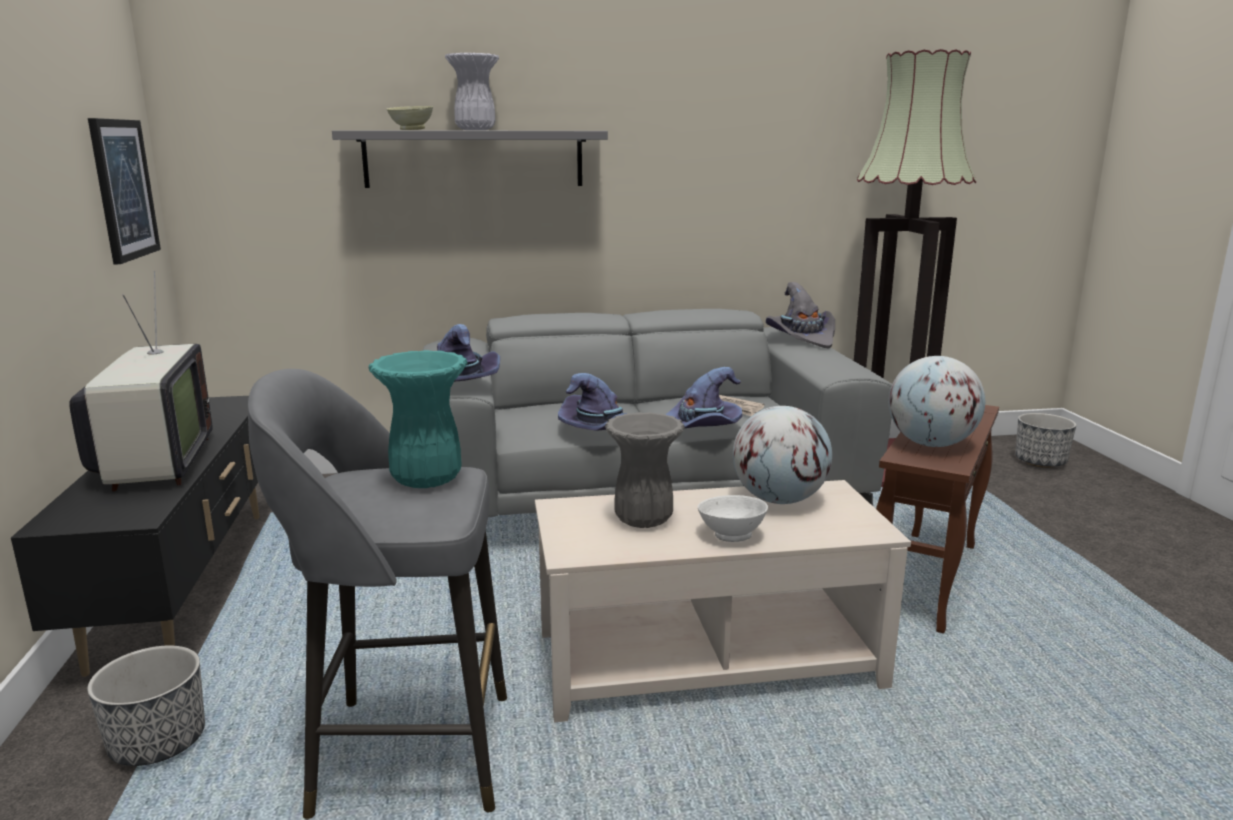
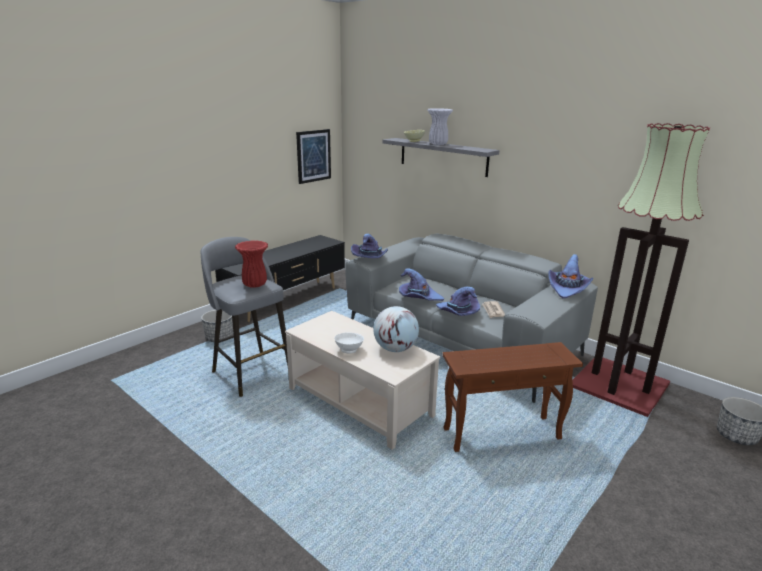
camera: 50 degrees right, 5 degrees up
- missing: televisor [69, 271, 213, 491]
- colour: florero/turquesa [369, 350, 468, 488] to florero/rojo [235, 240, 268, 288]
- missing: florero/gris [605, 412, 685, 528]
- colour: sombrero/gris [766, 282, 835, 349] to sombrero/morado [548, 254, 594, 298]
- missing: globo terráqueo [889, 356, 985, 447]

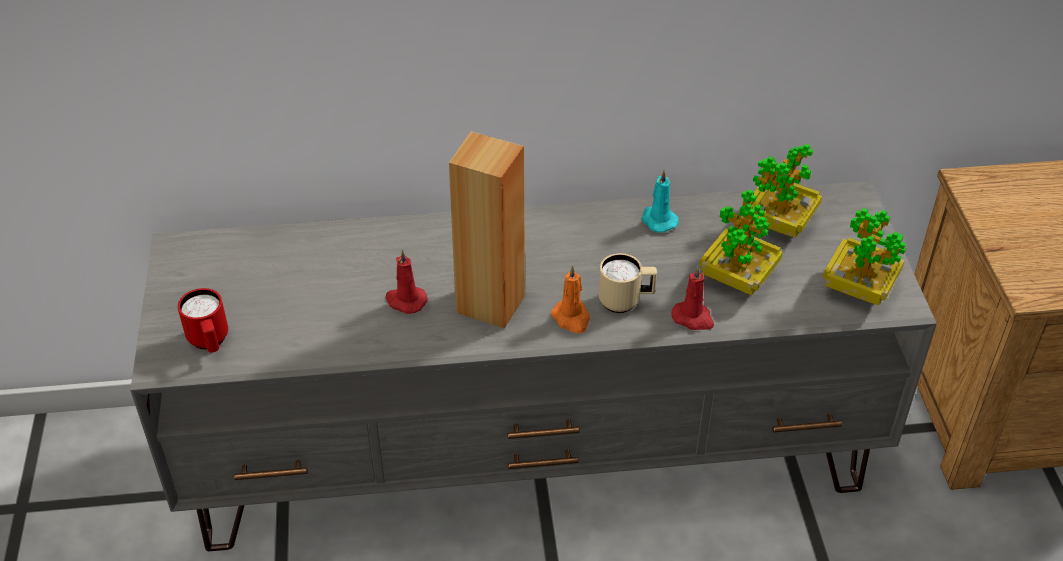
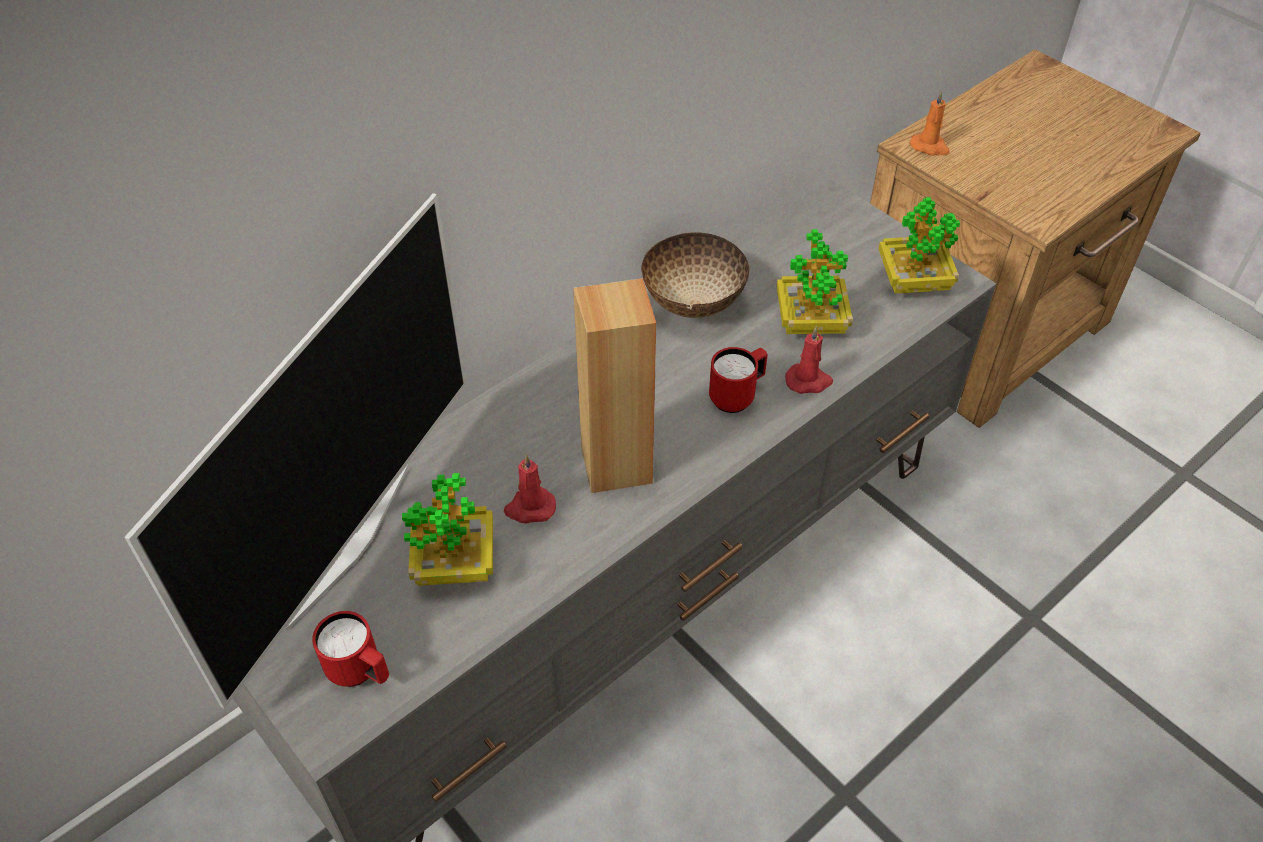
camera: 35 degrees left, 5 degrees up
- relocated: vela/naranja [551, 265, 590, 334] to [910, 91, 950, 156]
- colour: taza grande/beis [598, 253, 657, 313] to taza grande/rojo [709, 347, 768, 413]
- exchanged: vela/turquesa [642, 170, 679, 233] to cuenco [641, 232, 749, 318]
- relocated: planta en maceta [749, 144, 822, 238] to [402, 473, 493, 586]
- appeared: televisor [124, 193, 467, 709]

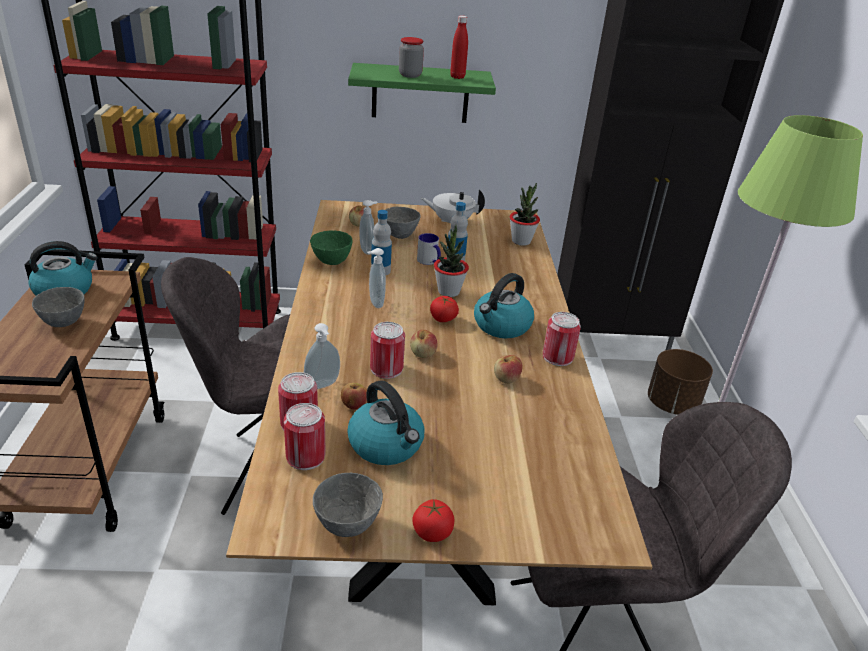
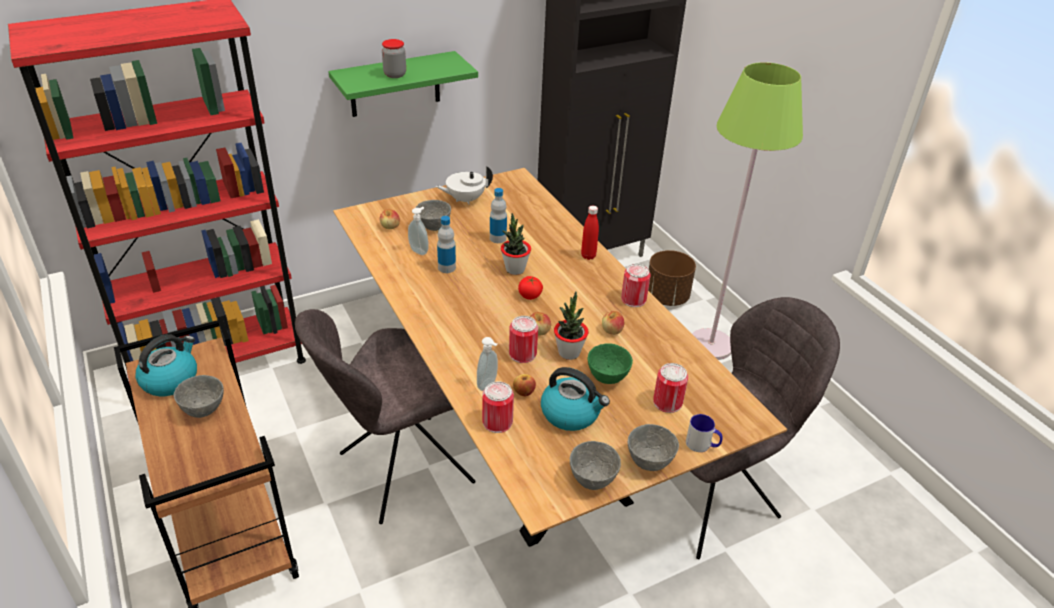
camera: 25 degrees left, 5 degrees up
- relocated: lata [284, 403, 326, 470] to [653, 363, 688, 413]
- relocated: cuenco/verde [310, 230, 353, 265] to [588, 343, 633, 384]
- missing: dispensador de jabón [367, 248, 386, 308]
- exchanged: tomate [412, 499, 454, 542] to cuenco/gris [628, 424, 679, 471]
- relocated: taza grande [417, 233, 441, 265] to [686, 414, 722, 452]
- relocated: botella/rojo [450, 16, 468, 79] to [581, 206, 599, 260]
- missing: hervidor [474, 273, 534, 338]
- relocated: planta en maceta [509, 183, 540, 246] to [554, 292, 588, 360]

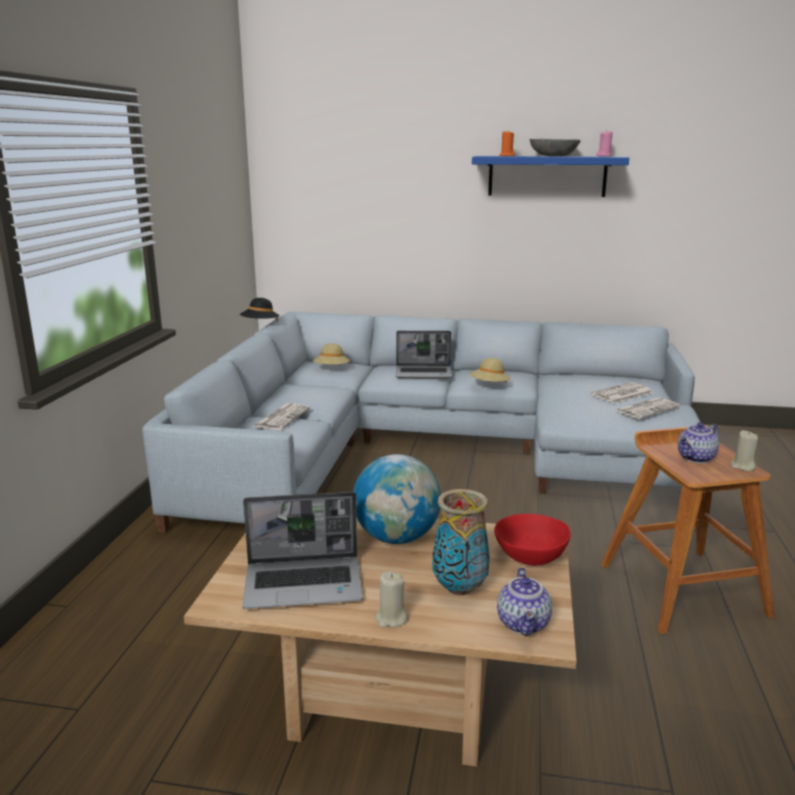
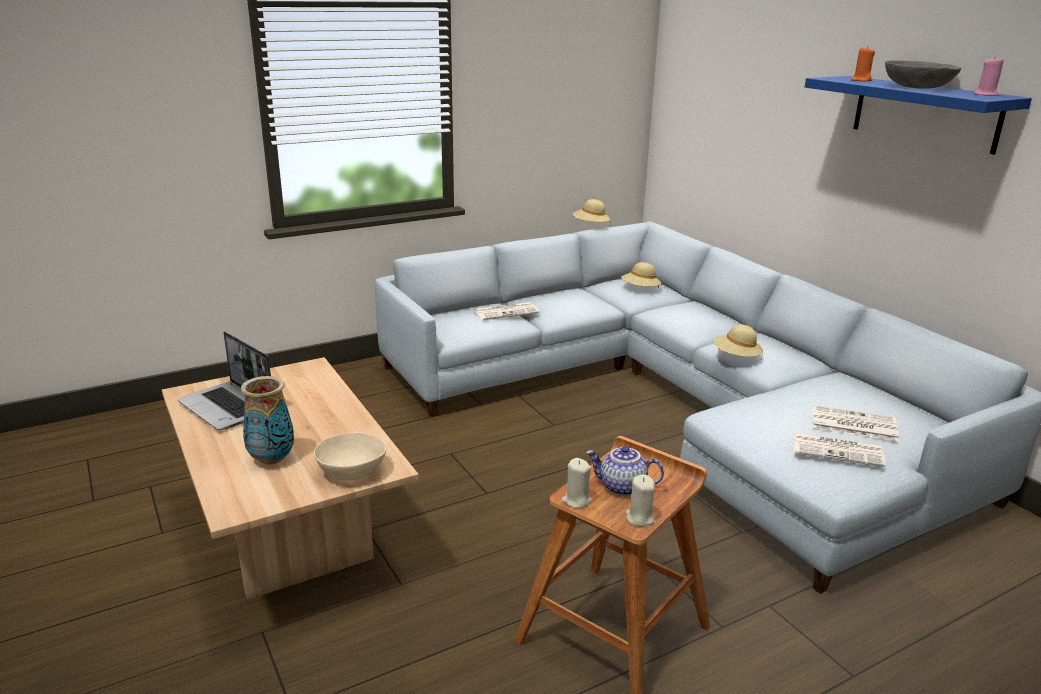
camera: 50 degrees right, 5 degrees up
- colour: sombrero/negro [240, 298, 279, 322] to sombrero/beis [573, 199, 611, 222]
- missing: globo terráqueo [353, 454, 441, 544]
- relocated: vela/beis [375, 572, 408, 627] to [561, 458, 592, 509]
- missing: portátil [396, 331, 452, 378]
- colour: cuenco/rojo [494, 514, 571, 566] to cuenco/beis [314, 432, 386, 480]
- missing: tetera [497, 567, 552, 636]

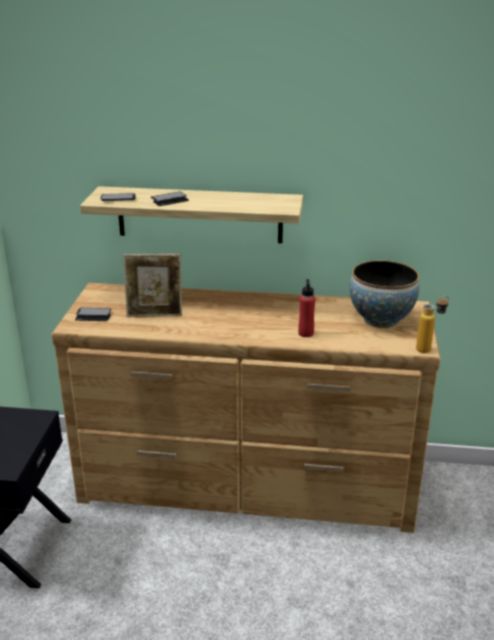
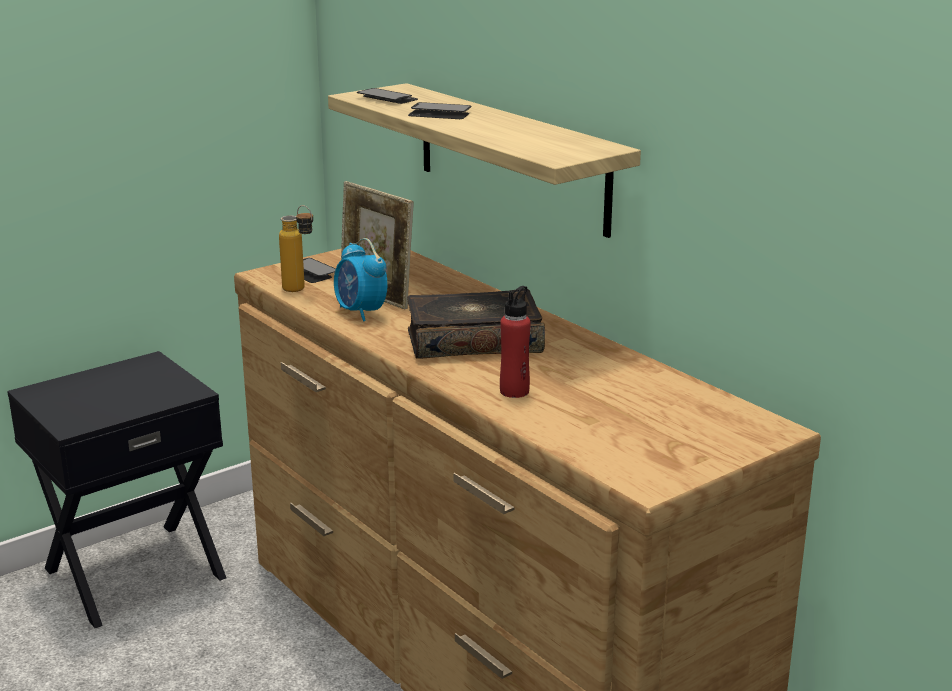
camera: 45 degrees right, 5 degrees down
- missing: cuenco [350, 261, 419, 328]
- relocated: botella [416, 296, 449, 353] to [279, 205, 313, 292]
- appeared: despertador [334, 238, 388, 321]
- appeared: libro [407, 289, 545, 358]

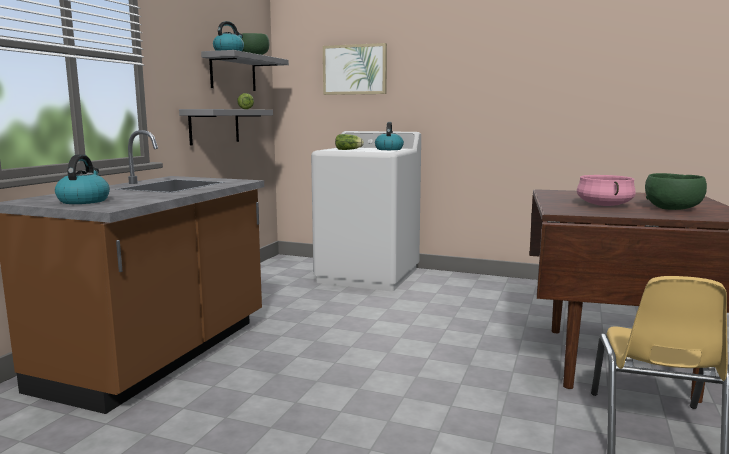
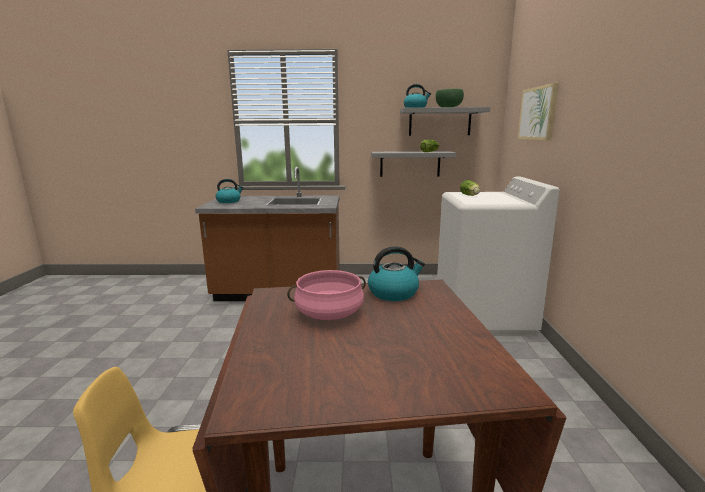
camera: 70 degrees right, 5 degrees up
- relocated: hervidor [375, 122, 404, 150] to [368, 246, 425, 301]
- missing: cuenco/verde [645, 173, 707, 210]

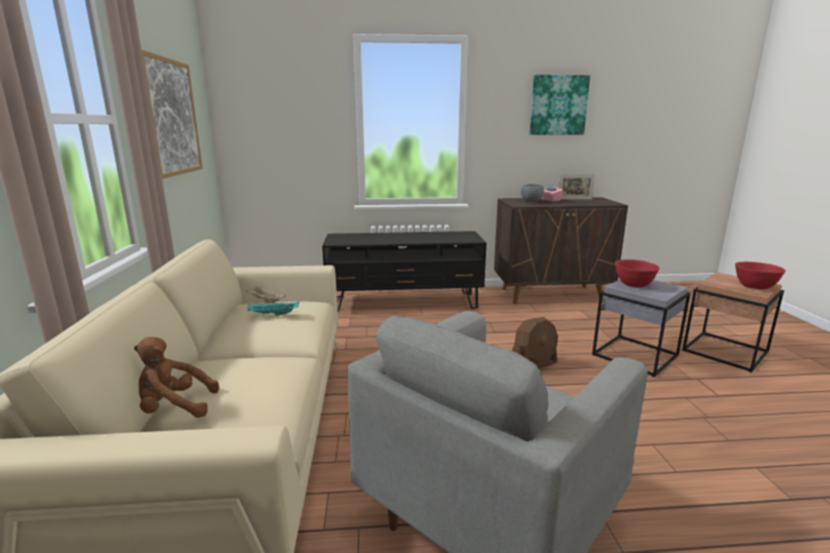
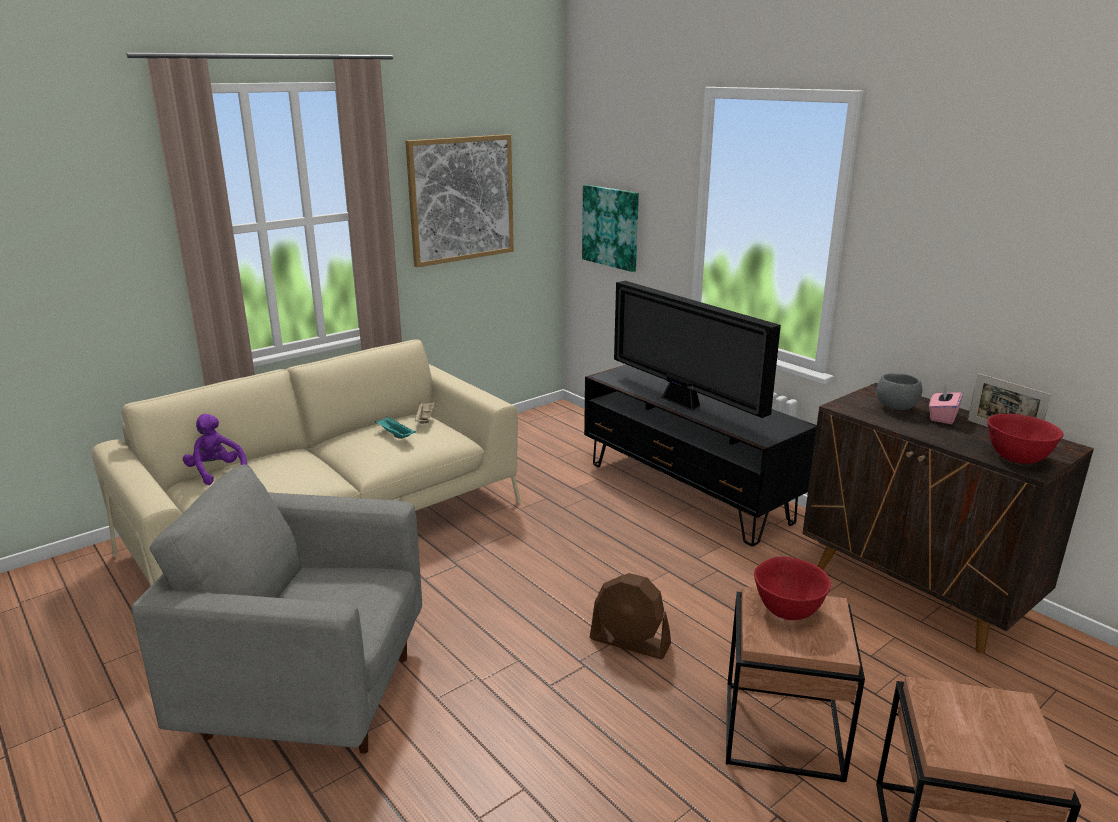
camera: 55 degrees right, 5 degrees up
- colour: peluche/marrón [134, 337, 219, 418] to peluche/morado [183, 414, 247, 485]
- relocated: cuadro [530, 75, 590, 135] to [582, 185, 639, 272]
- colour: mesa auxiliar/gris [592, 280, 691, 377] to mesa auxiliar/marrón [726, 586, 865, 782]
- relocated: cuenco/rojo [735, 262, 786, 290] to [987, 414, 1064, 464]
- appeared: televisor [614, 281, 781, 418]

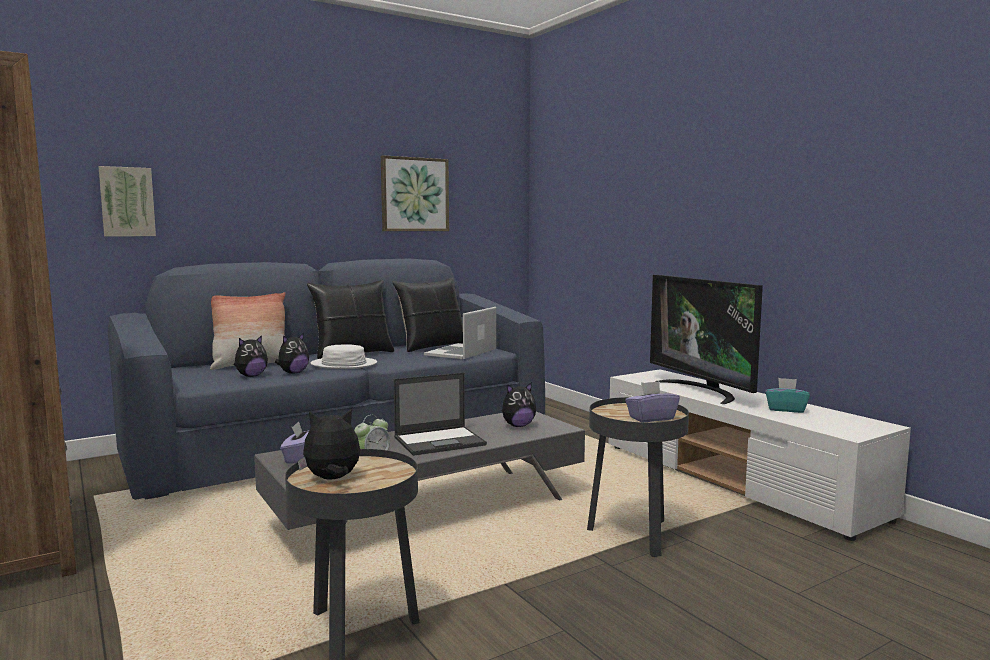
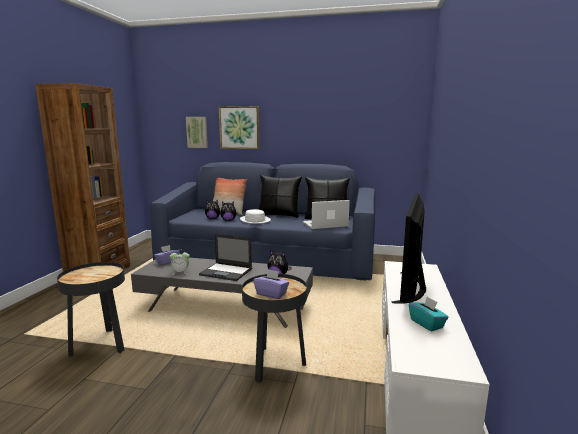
camera: 45 degrees right, 5 degrees up
- missing: peluche [298, 408, 360, 479]
- relocated: cuadro [381, 155, 449, 231] to [219, 106, 260, 149]

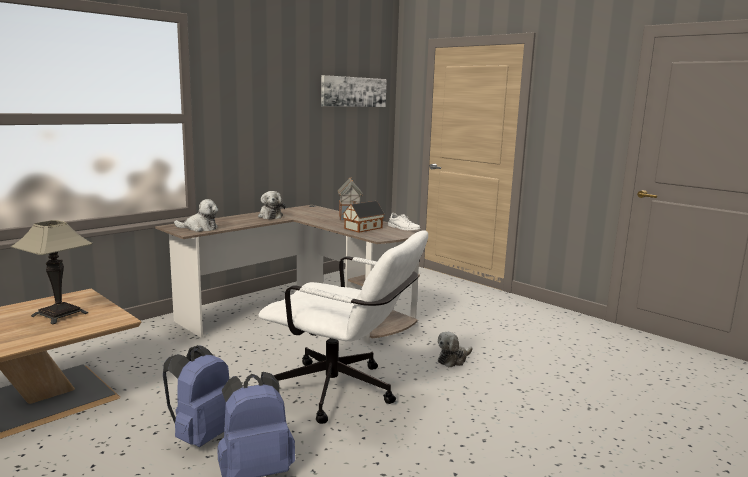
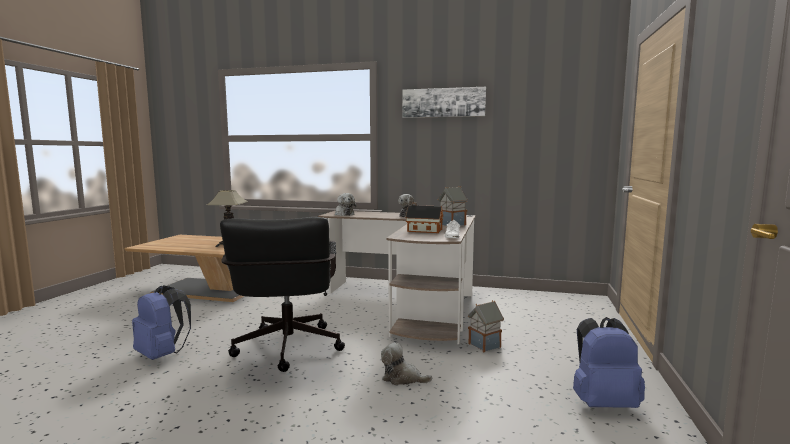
camera: 60 degrees right, 5 degrees down
- relocated: mochila/azul [163, 345, 229, 447] to [573, 317, 645, 408]
- colour: silla de oficina/blanco [258, 230, 428, 424] to silla de oficina/negro [220, 217, 345, 372]
- relocated: cuadro [321, 75, 387, 107] to [402, 87, 486, 118]
- appeared: casita [468, 300, 504, 352]

